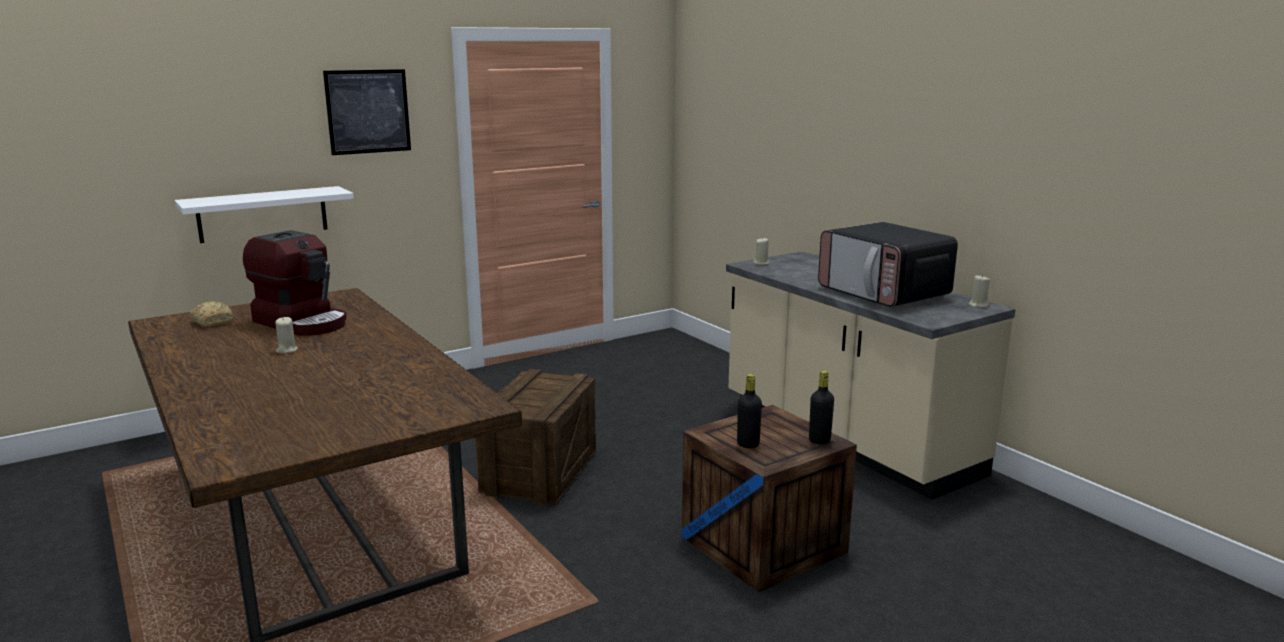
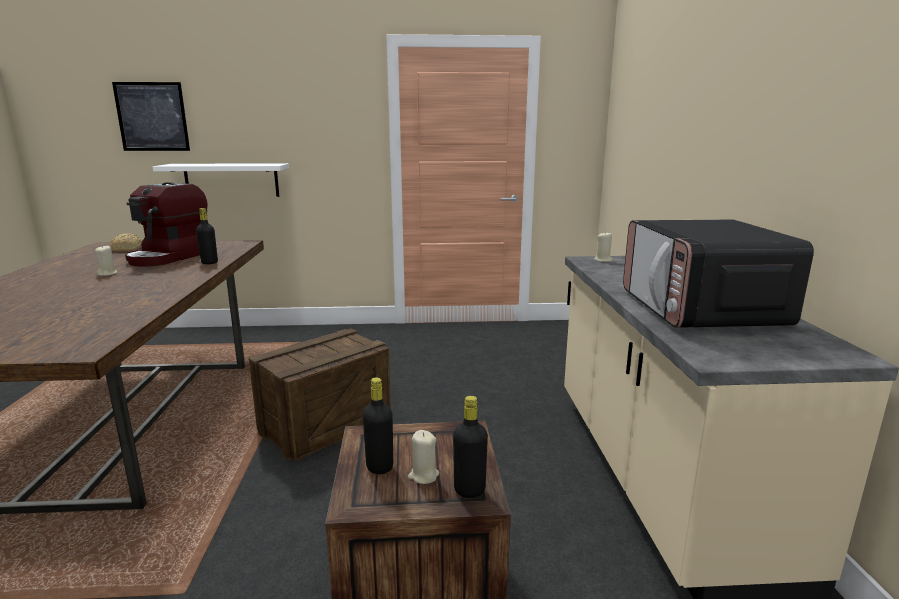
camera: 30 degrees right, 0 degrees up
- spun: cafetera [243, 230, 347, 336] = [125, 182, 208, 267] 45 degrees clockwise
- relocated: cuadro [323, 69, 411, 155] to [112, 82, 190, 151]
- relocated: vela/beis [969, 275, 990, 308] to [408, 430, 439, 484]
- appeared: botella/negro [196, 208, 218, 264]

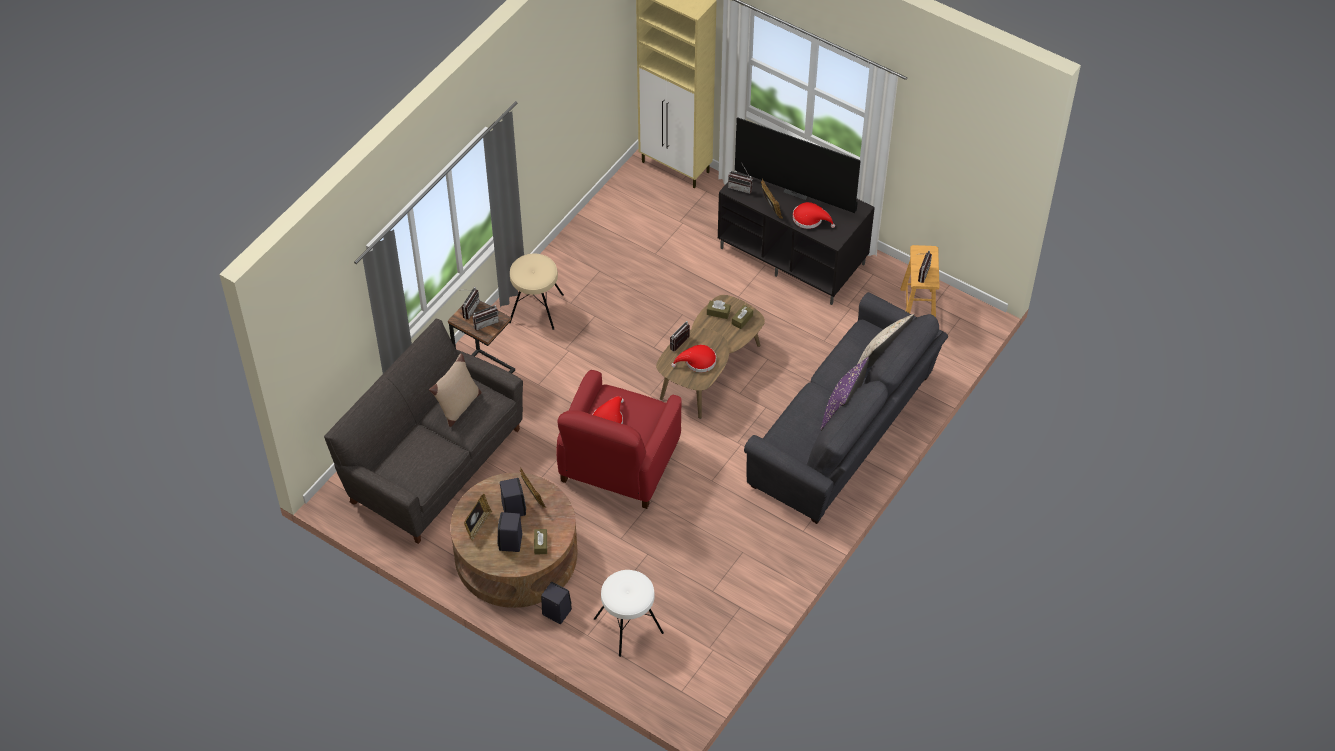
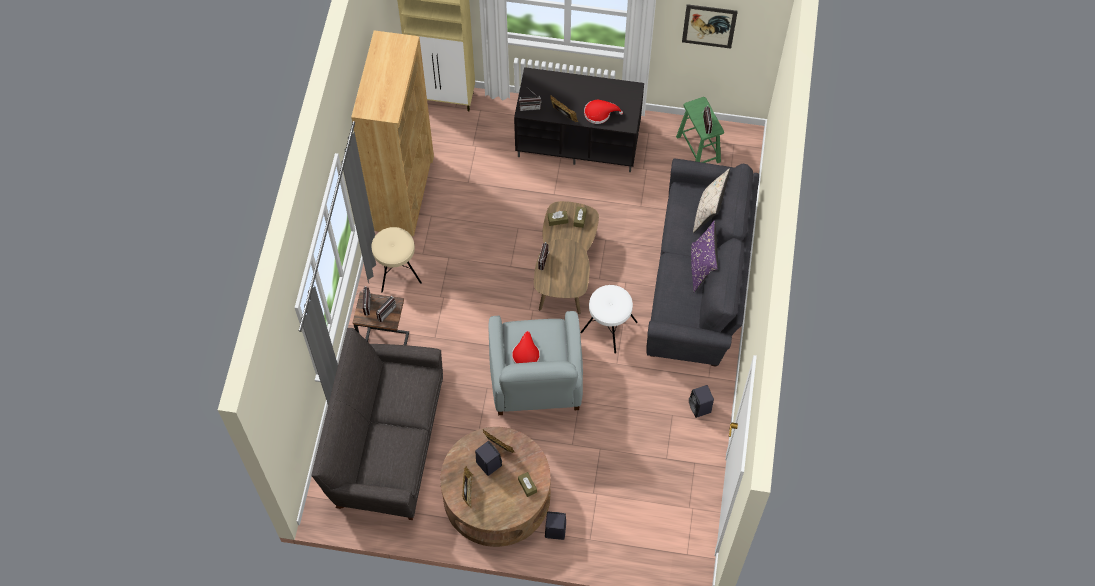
camera: 25 degrees left, 10 degrees up
- missing: cojín/beis [429, 354, 482, 427]
- relocated: altavoz/negro [497, 512, 522, 552] to [689, 385, 714, 418]
- colour: sillón/rojo [556, 370, 682, 509] to sillón/gris [489, 311, 583, 415]
- relocated: taburete/blanco [594, 570, 664, 657] to [580, 285, 638, 354]
- missing: sombrero/rojo [671, 345, 716, 372]
- missing: televisor [735, 117, 861, 213]
- colour: taburete/marrón [901, 245, 939, 317] to taburete/verde [676, 97, 724, 163]
- appeared: estantería/marrón [351, 30, 434, 236]
- appeared: cuadro [682, 4, 738, 49]

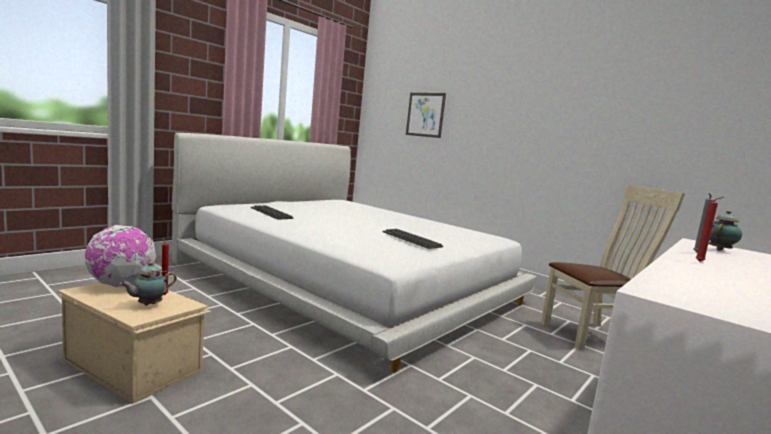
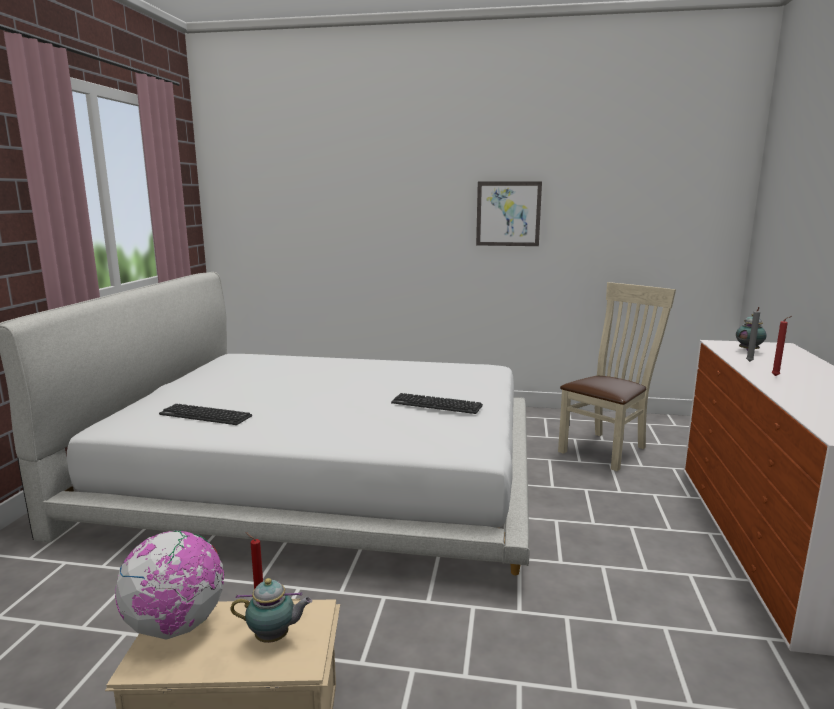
camera: 30 degrees left, 5 degrees up
- spun: tetera [119, 262, 177, 306] = [231, 578, 312, 643] 105 degrees counterclockwise
- relocated: cuadro [406, 93, 446, 138] to [476, 181, 542, 246]

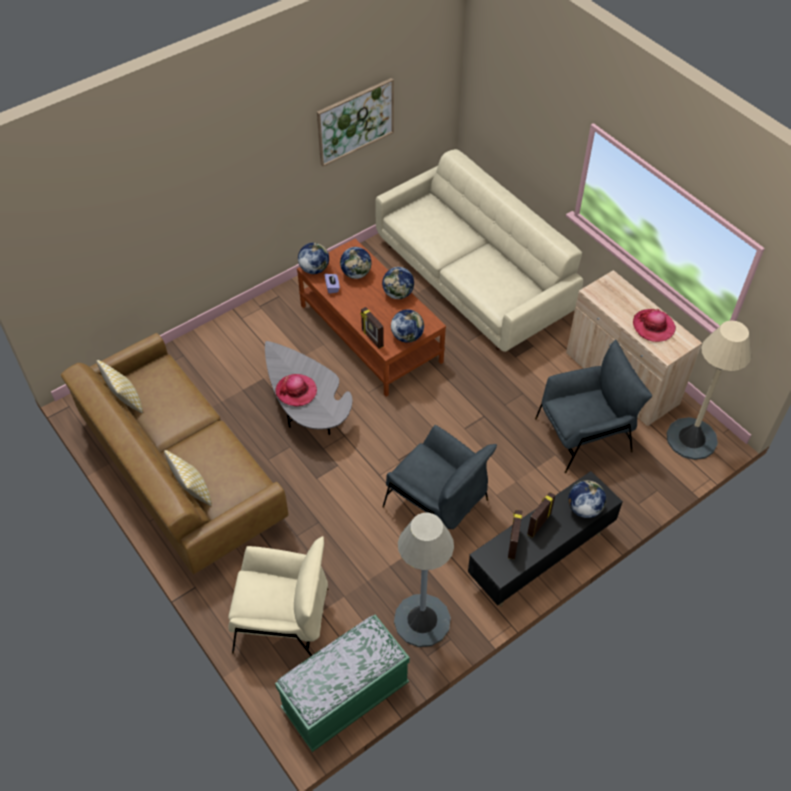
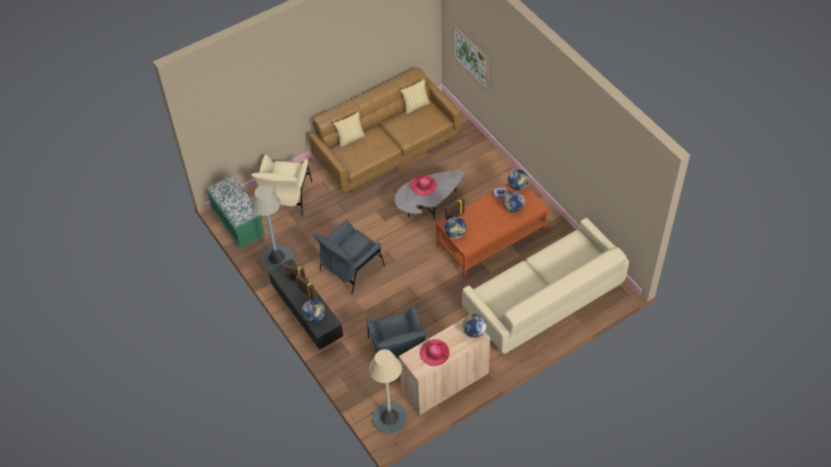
camera: 95 degrees right, 0 degrees up
- relocated: cuadro [317, 78, 394, 167] to [454, 26, 489, 90]
- relocated: globo terráqueo [382, 267, 414, 299] to [463, 314, 487, 338]

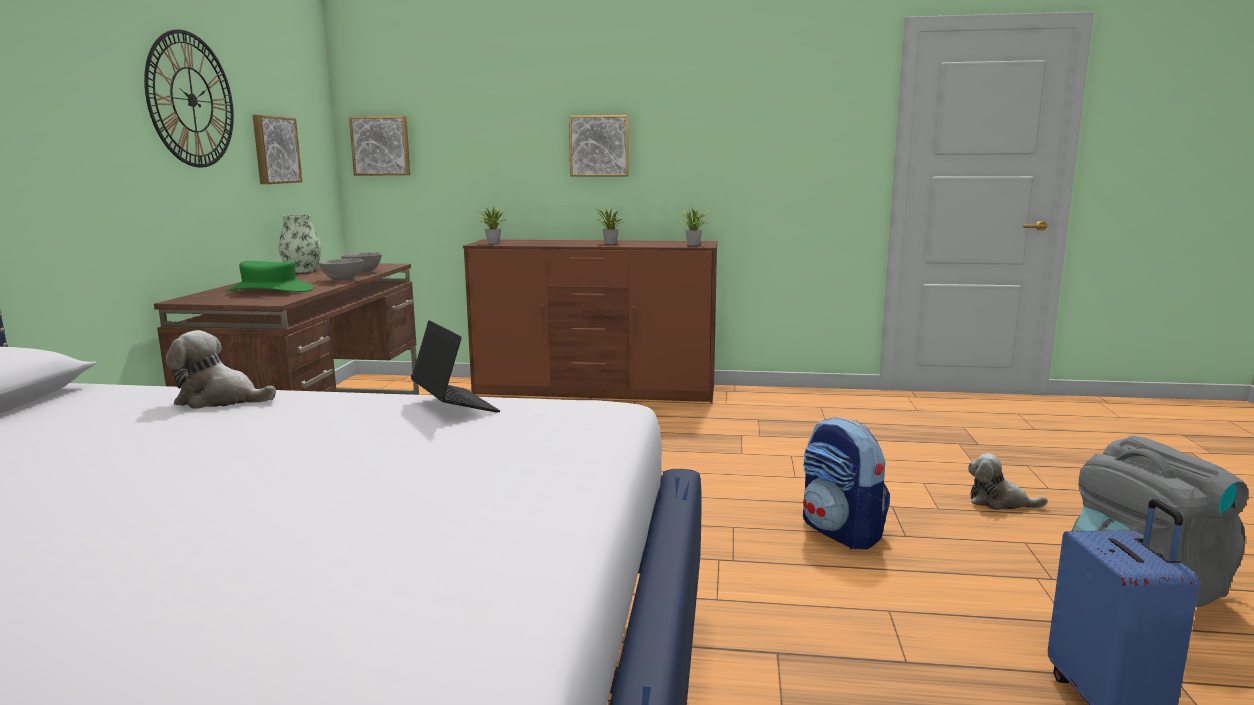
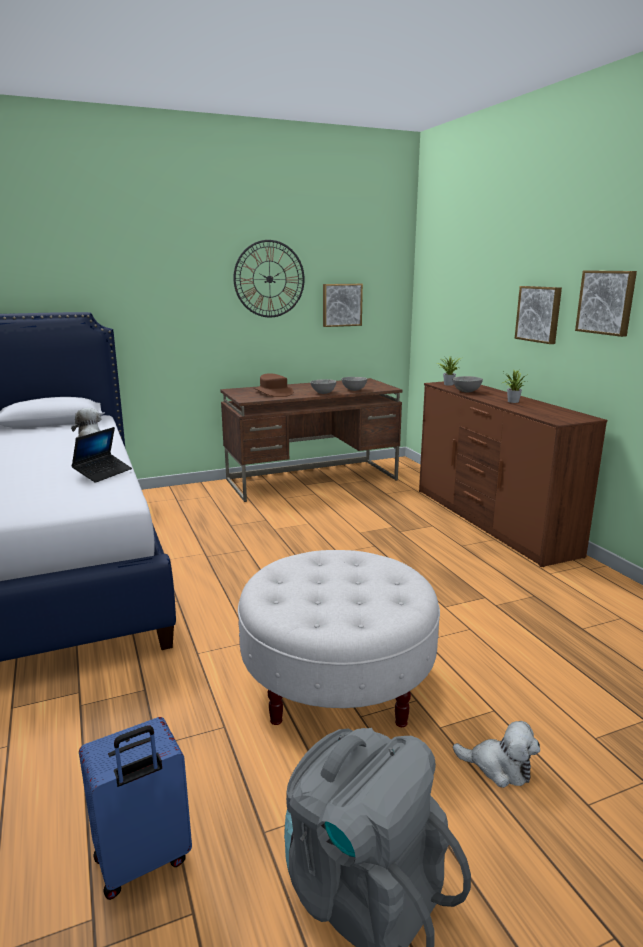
camera: 60 degrees right, 5 degrees up
- colour: sombrero/verde [225, 261, 313, 292] to sombrero/marrón [254, 373, 293, 397]
- missing: florero [278, 215, 322, 273]
- relocated: cuadro [349, 116, 410, 175] to [575, 271, 637, 337]
- missing: planta en maceta [680, 206, 710, 245]
- exchanged: mochila [803, 417, 890, 550] to puf/blanco [238, 550, 440, 727]
- spun: peluche [968, 453, 1048, 510] = [453, 721, 540, 788] 120 degrees clockwise
- appeared: cuenco/gris [452, 376, 483, 392]

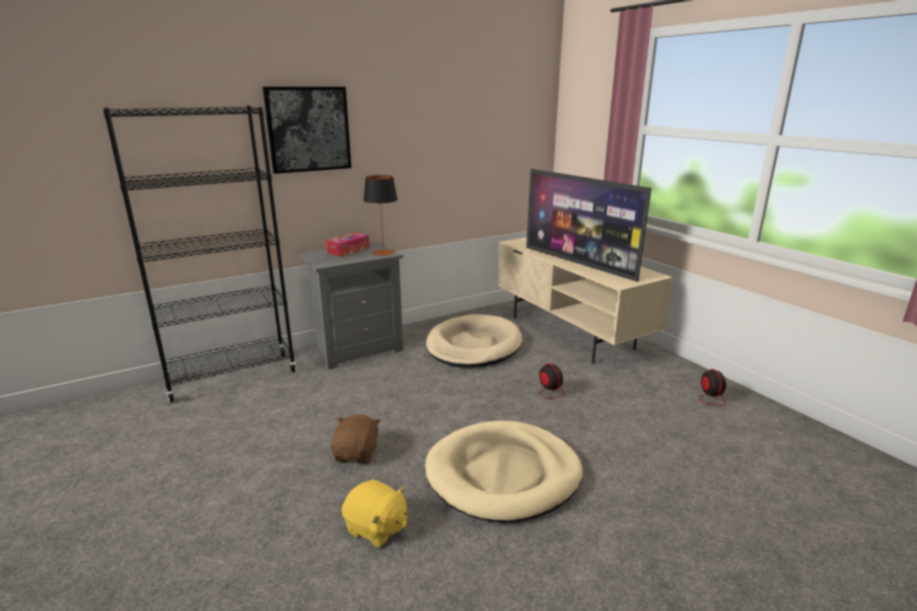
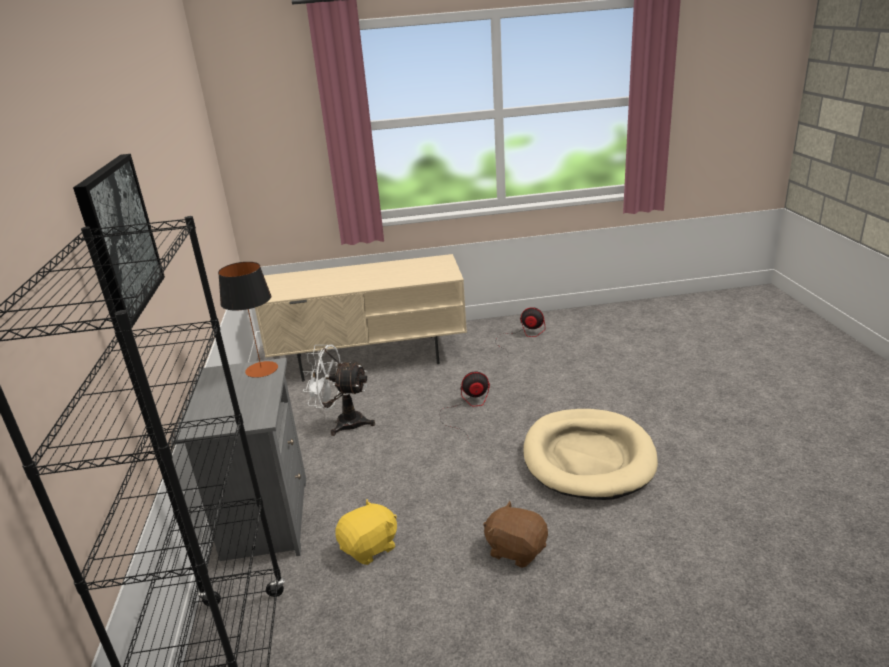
camera: 65 degrees left, 5 degrees up
- missing: caja de pañuelos [326, 233, 369, 257]
- relocated: peluche/amarillo [341, 479, 407, 548] to [335, 499, 397, 565]
- exchanged: cama para perro/beis [426, 314, 522, 368] to ventilador/blanco [303, 345, 375, 436]
- missing: televisor [526, 169, 651, 282]

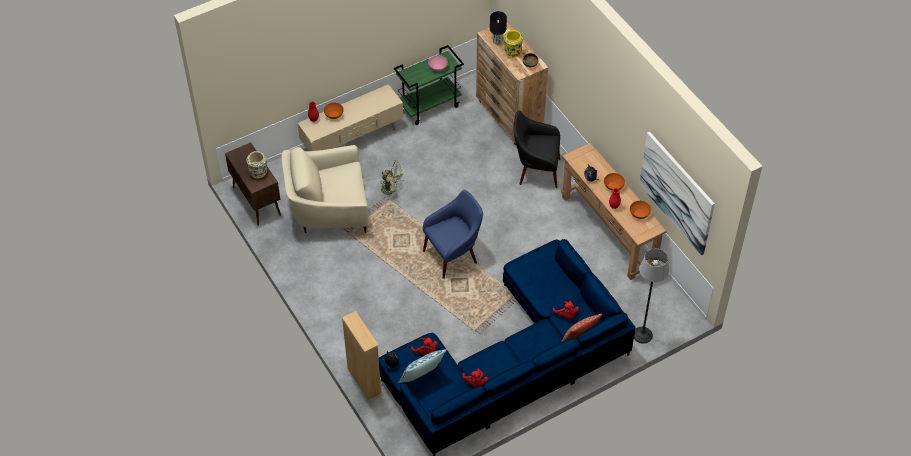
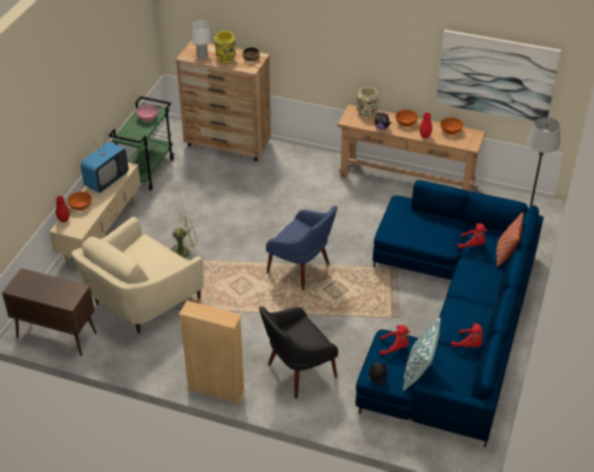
camera: 40 degrees left, 10 degrees down
- relocated: florero/beis [247, 151, 267, 179] to [357, 87, 378, 118]
- relocated: estantería/beis [342, 311, 382, 401] to [179, 301, 246, 404]
- spun: sillón/azul [423, 189, 483, 279] = [266, 206, 337, 291] 105 degrees clockwise
- colour: lámpara de mesa/negro [490, 11, 507, 45] to lámpara de mesa/blanco [191, 20, 210, 60]
- relocated: sillón/negro [514, 110, 560, 188] to [259, 307, 338, 399]
- appeared: televisor [80, 131, 129, 193]

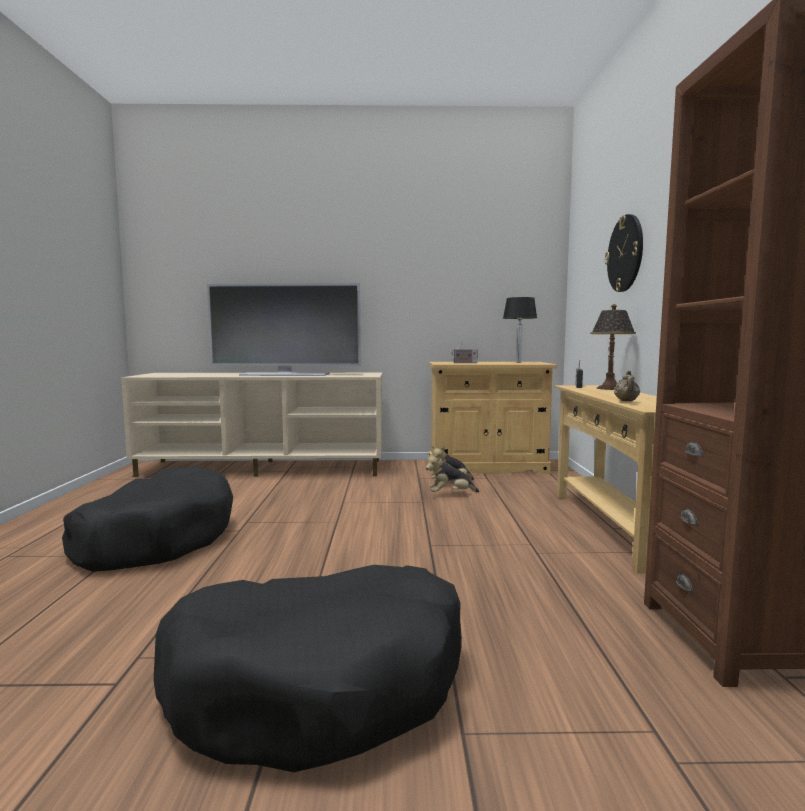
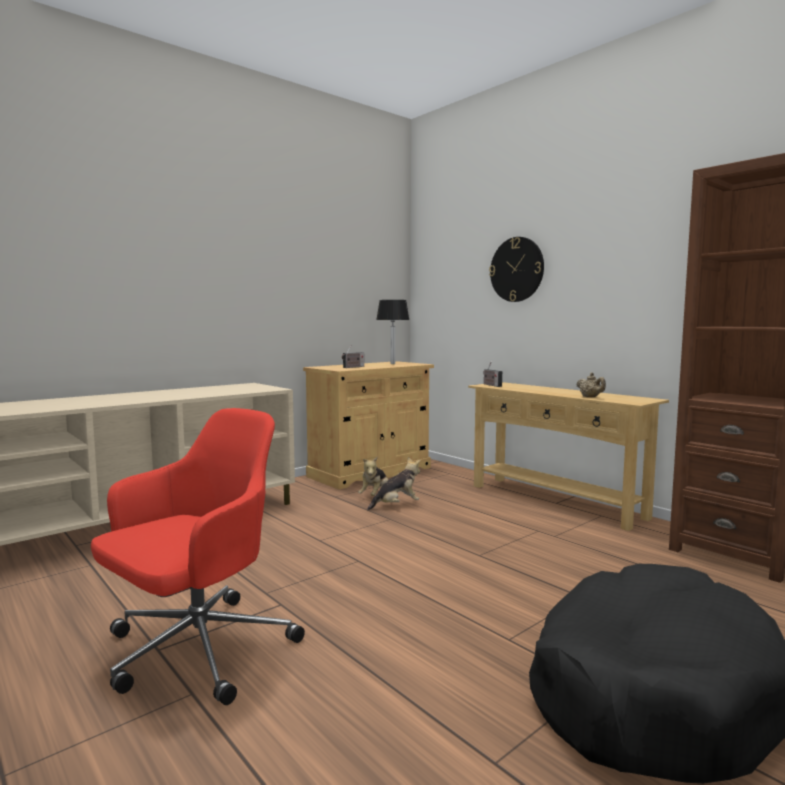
camera: 40 degrees left, 0 degrees up
- exchanged: cama para perro/negro [62, 466, 233, 572] to silla de oficina/rojo [91, 408, 305, 705]
- missing: televisor [207, 283, 361, 376]
- spun: peluche [426, 453, 479, 492] = [367, 457, 420, 510] 150 degrees counterclockwise
- missing: lámpara de mesa [590, 304, 636, 390]

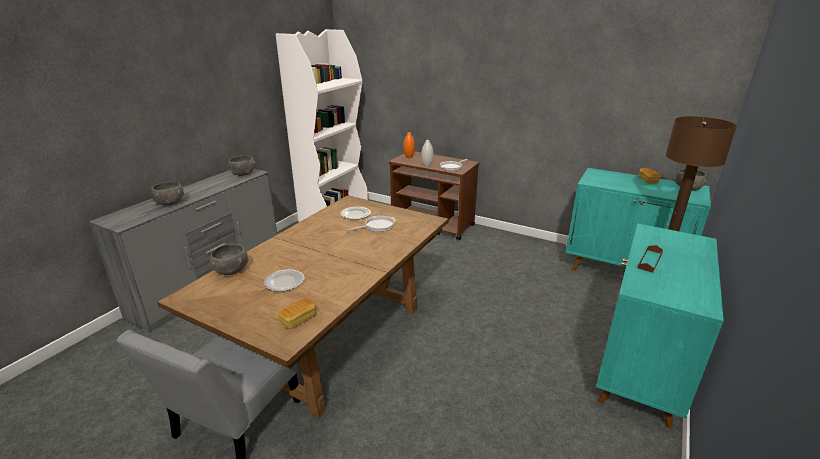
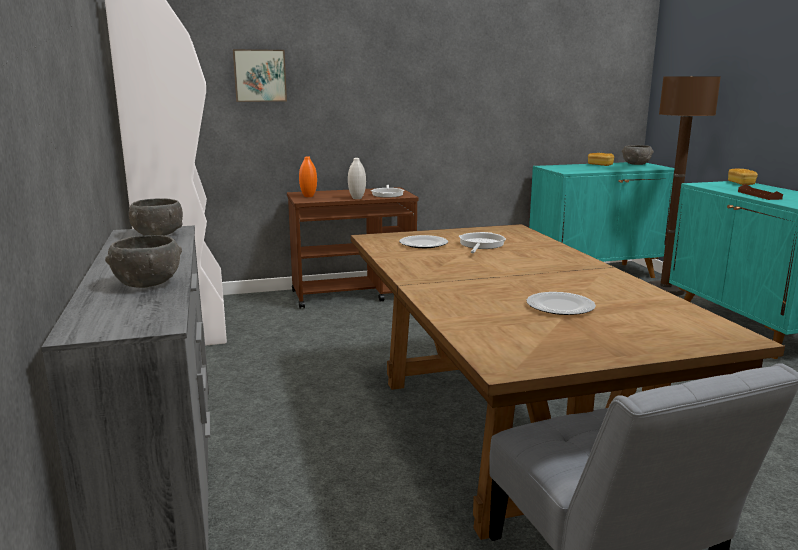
camera: 45 degrees left, 10 degrees down
- missing: cuenco/gris [210, 244, 249, 275]
- relocated: pan [278, 297, 316, 329] to [728, 169, 758, 185]
- appeared: cuadro [233, 49, 287, 102]

